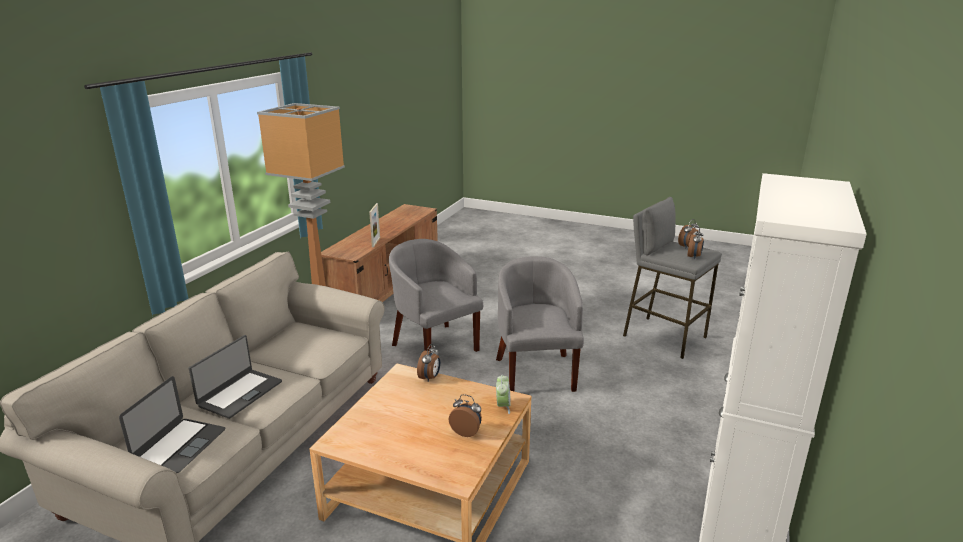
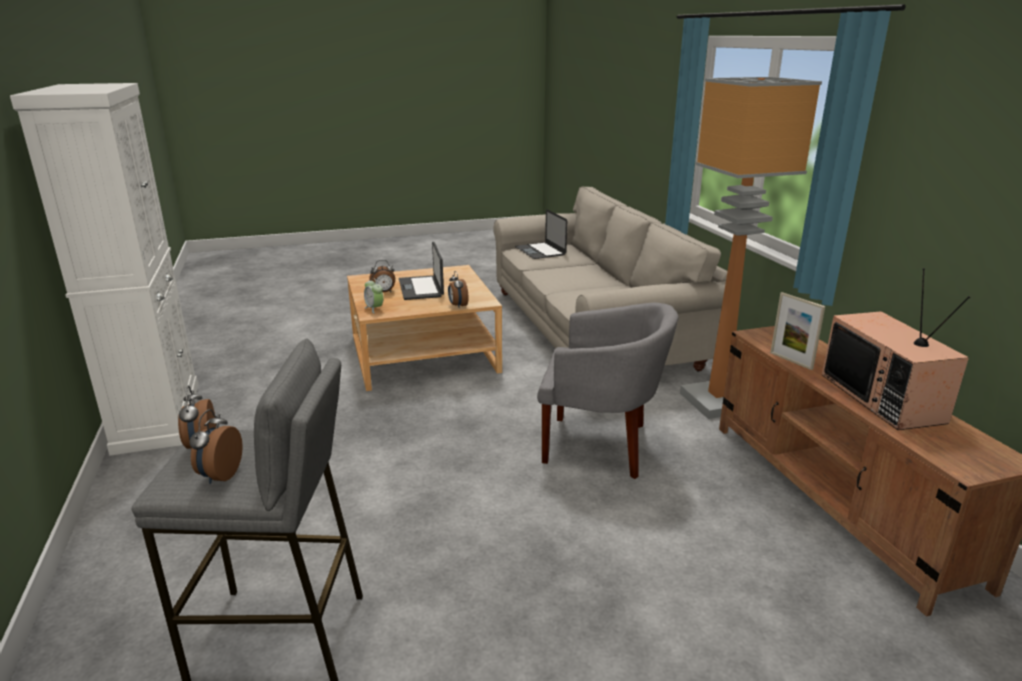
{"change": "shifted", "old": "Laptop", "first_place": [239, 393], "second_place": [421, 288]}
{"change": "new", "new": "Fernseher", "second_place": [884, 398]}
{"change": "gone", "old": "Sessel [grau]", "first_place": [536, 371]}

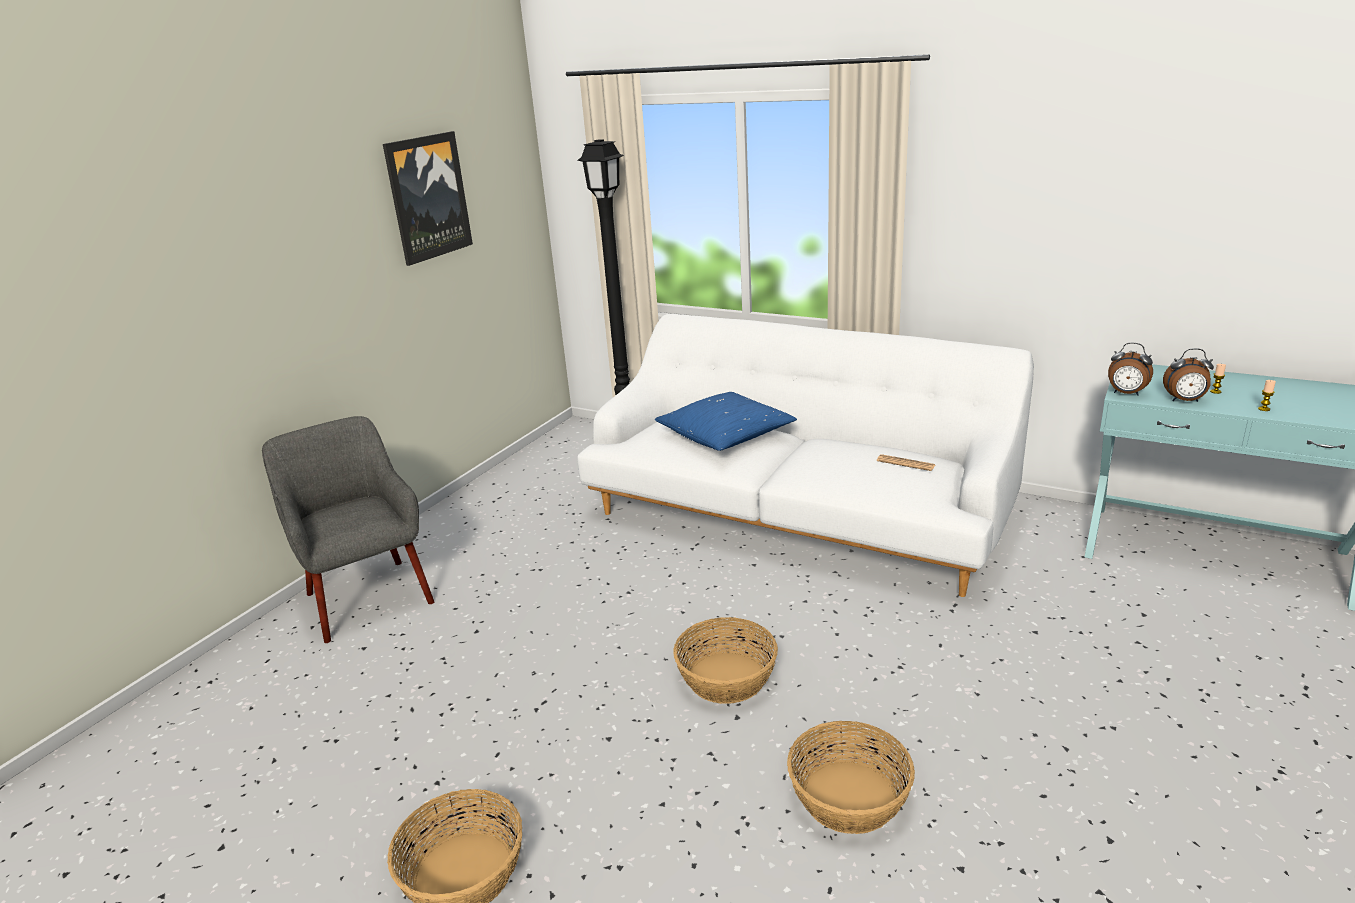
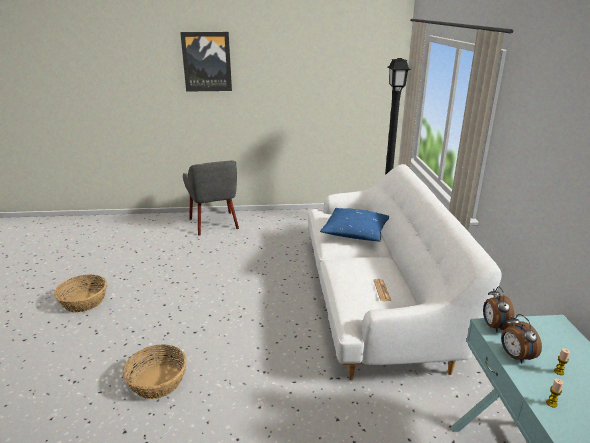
{"change": "shifted", "old": "Bild", "first_place": [428, 197], "second_place": [207, 62]}
{"change": "rotated", "old": "Sessel [grau]", "first_place": [367, 598], "second_place": [214, 224], "degrees": 135}
{"change": "gone", "old": "Korb", "first_place": [726, 677]}

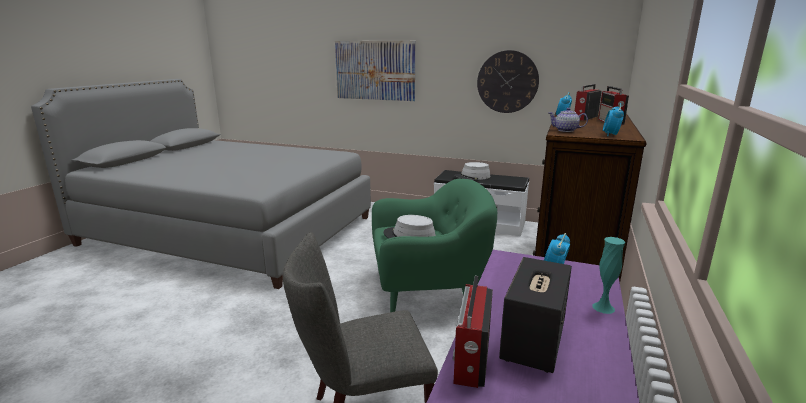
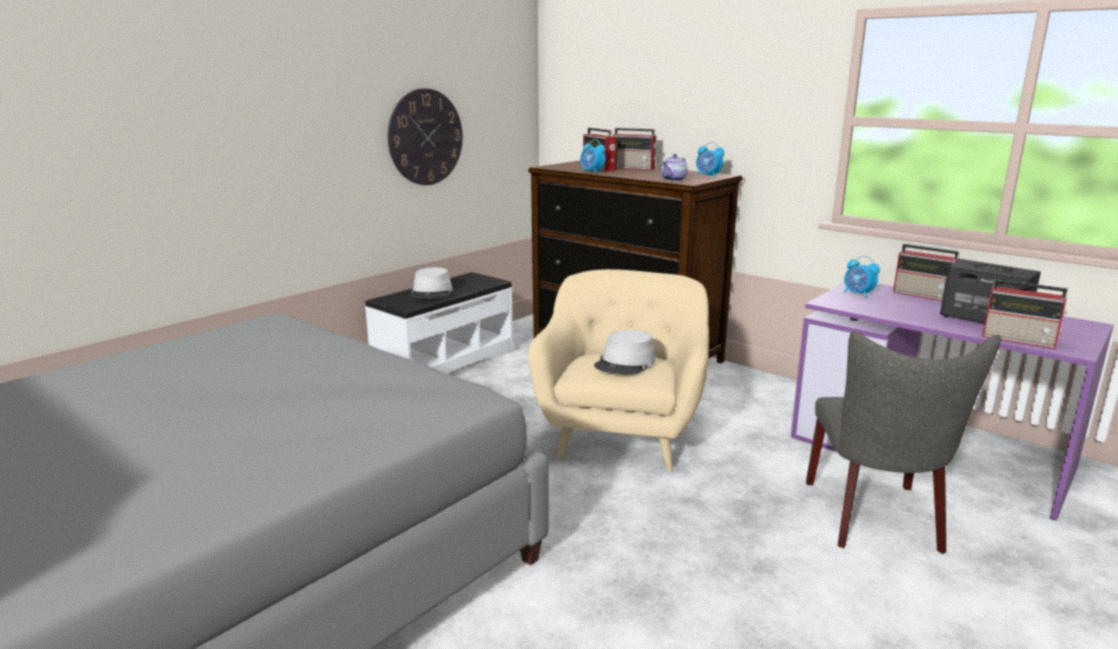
{"change": "repainted", "old": "Sessel [grün]", "new": "Sessel [beige]", "first_place": [428, 291], "second_place": [622, 435]}
{"change": "swapped", "old": "Vase [türkis]", "new": "Radio", "first_place": [603, 307], "second_place": [924, 295]}
{"change": "gone", "old": "Bild", "first_place": [375, 70]}

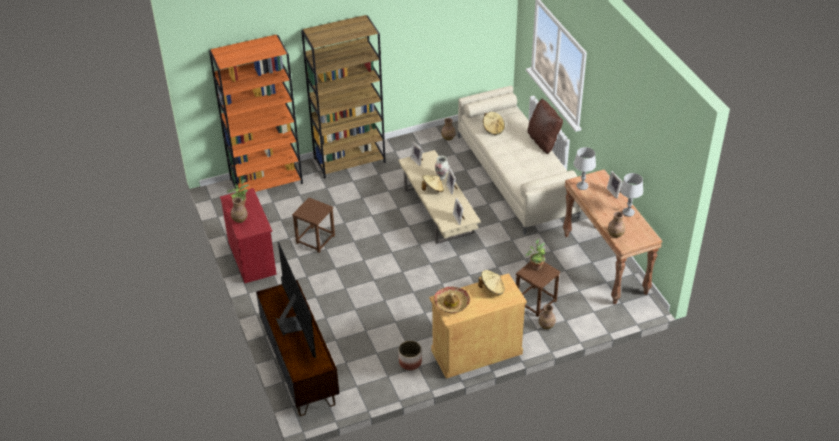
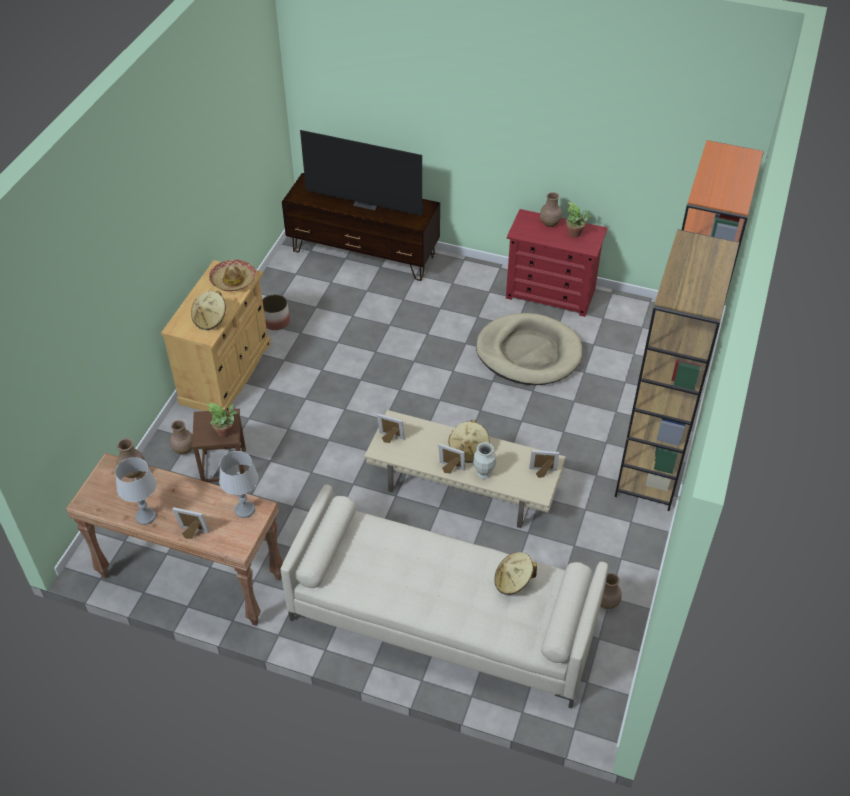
{"change": "swapped", "old": "Hocker [braun]", "new": "Hundebett [beige]", "first_place": [315, 239], "second_place": [528, 353]}
{"change": "gone", "old": "Kissen [braun]", "first_place": [543, 141]}

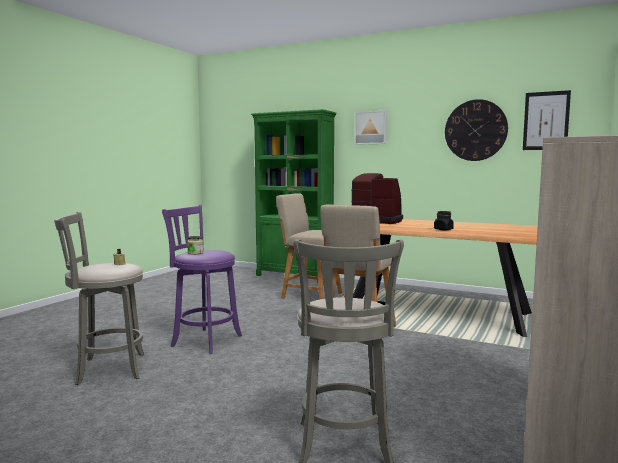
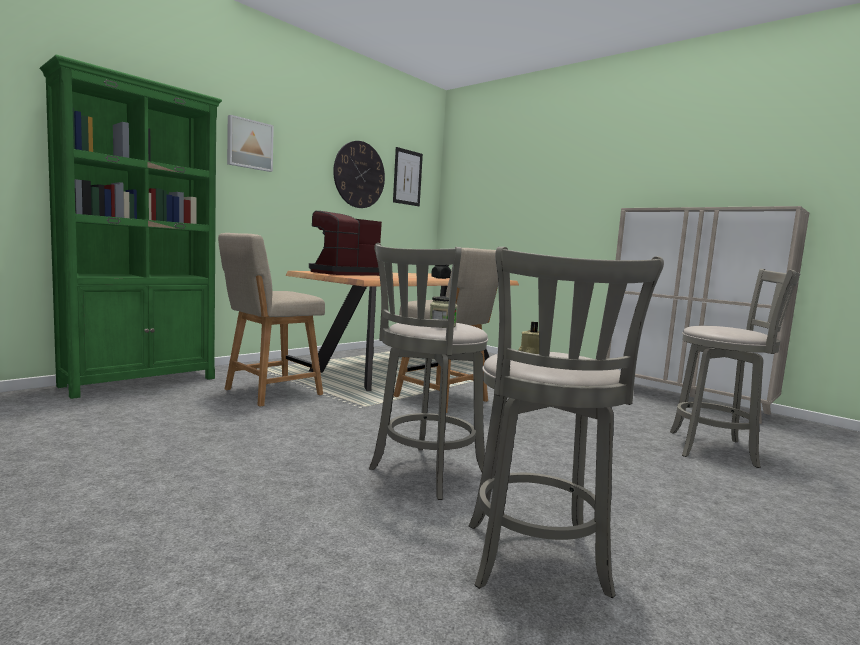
{"change": "repainted", "old": "Hocker [lila]", "new": "Hocker [grau]", "first_place": [204, 340], "second_place": [424, 473]}

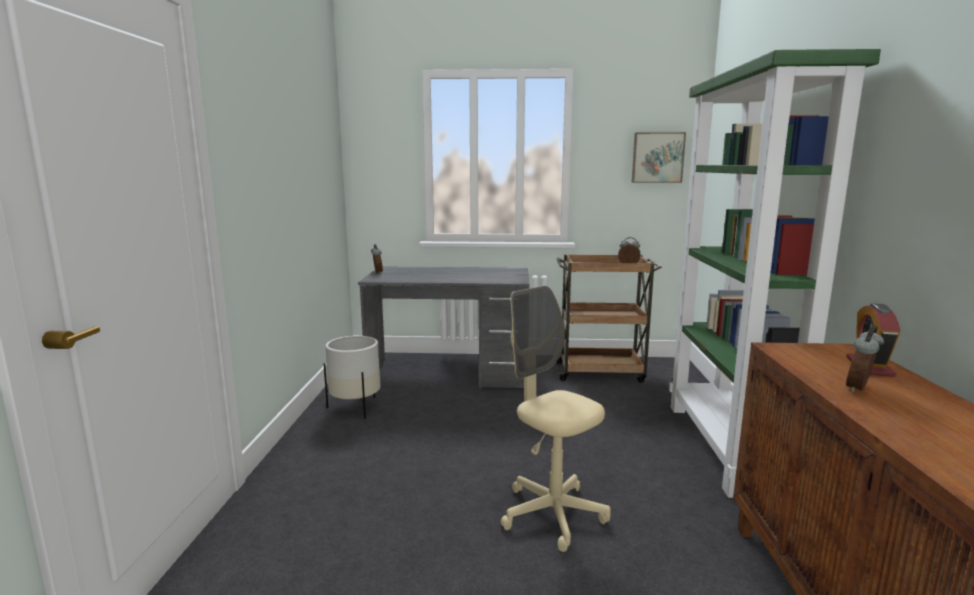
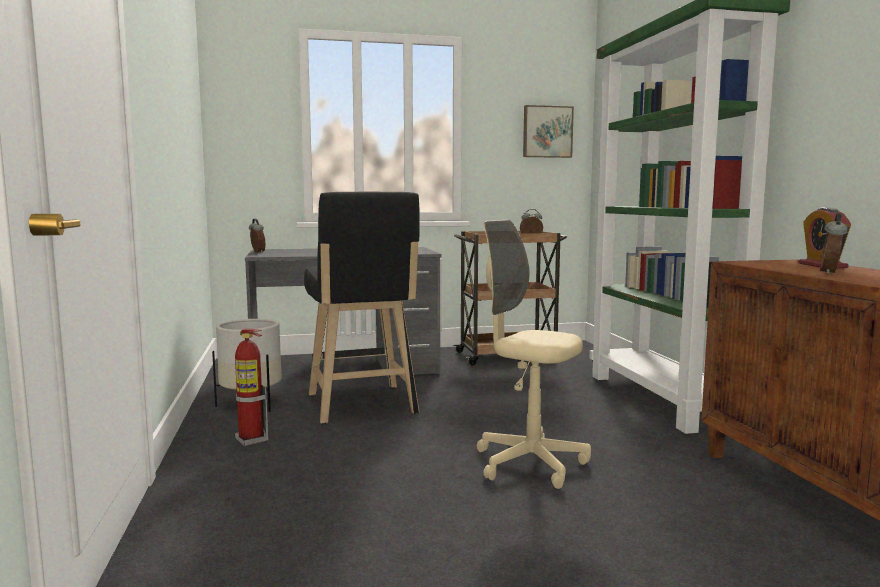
{"change": "new", "new": "Feuerlöscher", "second_place": [251, 440]}
{"change": "new", "new": "Hocker [schwarz]", "second_place": [362, 406]}

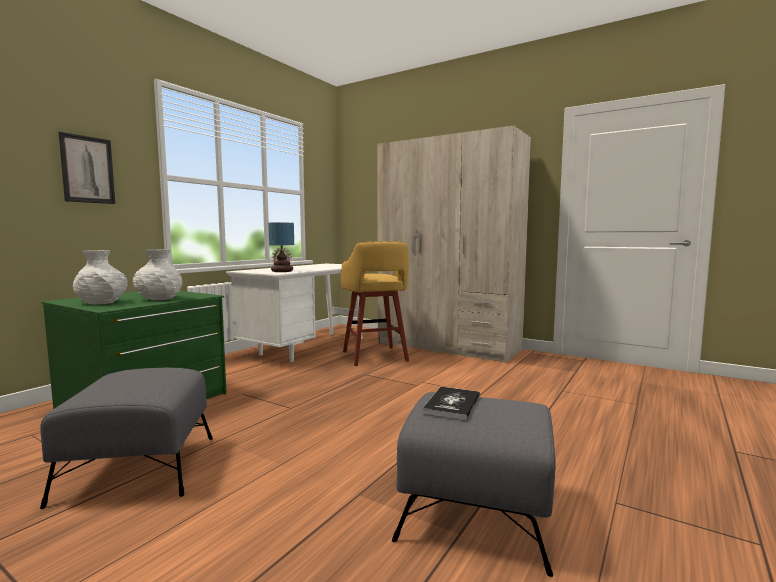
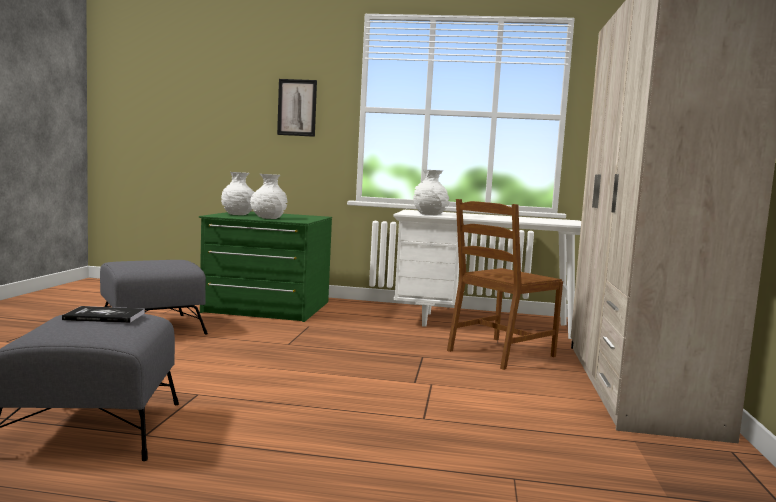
{"change": "swapped", "old": "Tischlampe", "new": "Vase [weiß]", "first_place": [283, 271], "second_place": [430, 214]}
{"change": "swapped", "old": "Hocker [gelb]", "new": "Stuhl [braun]", "first_place": [375, 357], "second_place": [500, 353]}

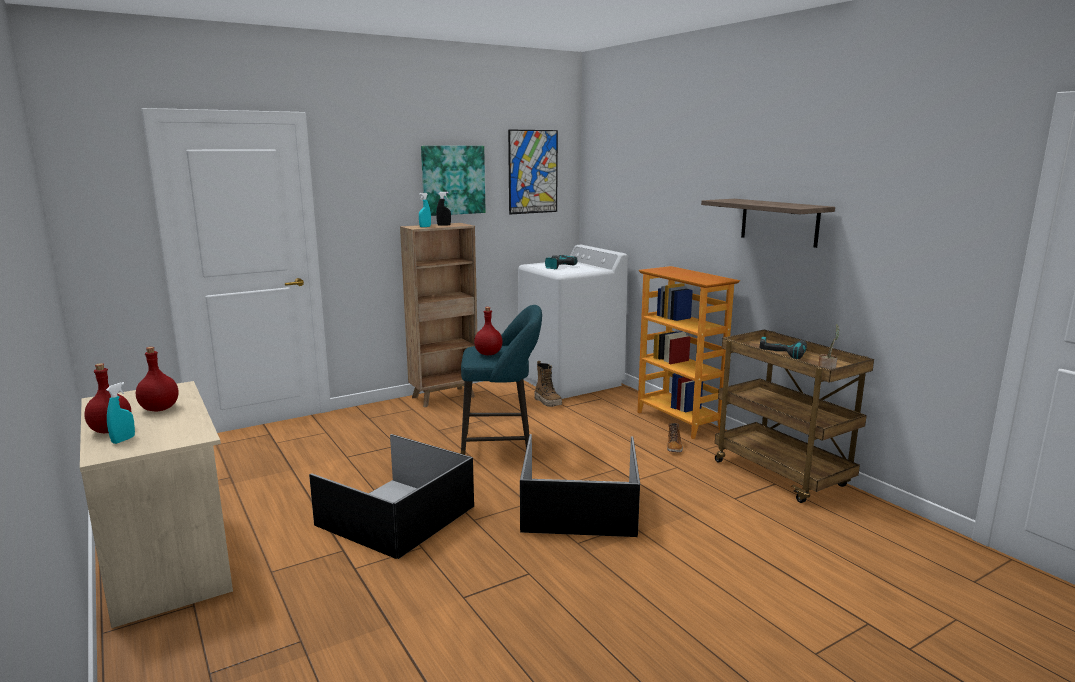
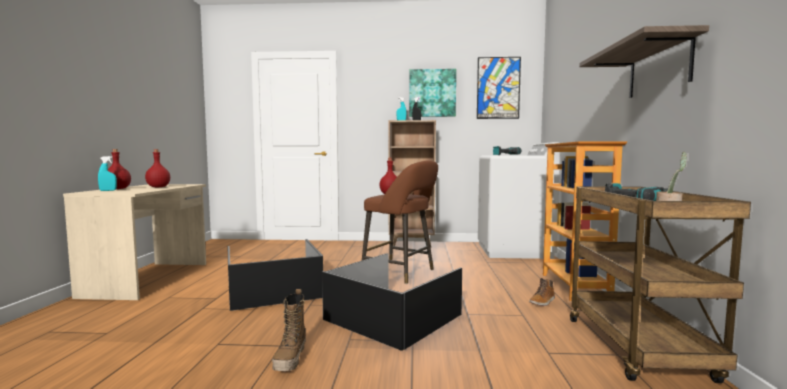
{"change": "shifted", "old": "Stiefel", "first_place": [548, 402], "second_place": [290, 359]}
{"change": "repainted", "old": "Hocker [türkis]", "new": "Hocker [braun]", "first_place": [502, 447], "second_place": [401, 273]}

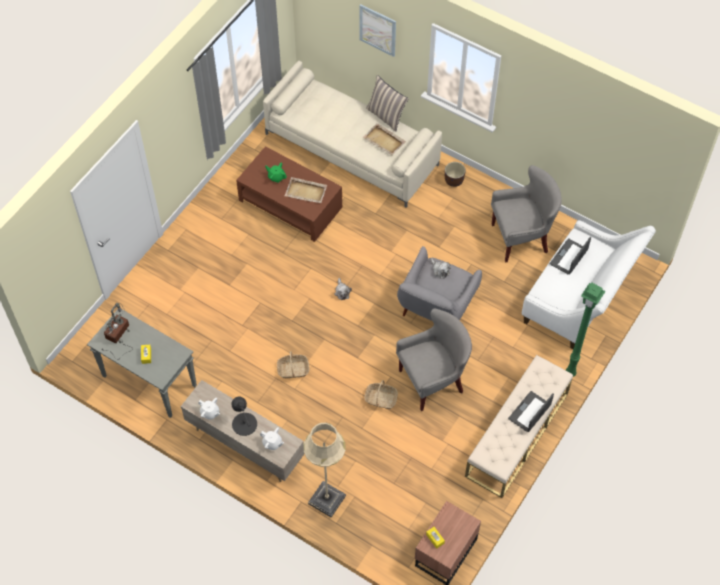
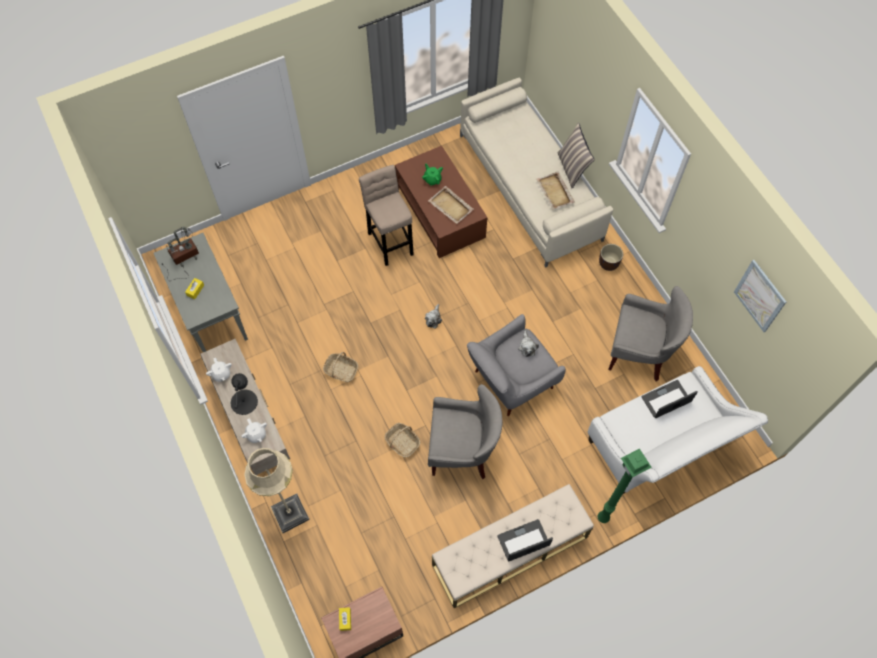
{"change": "new", "new": "Hocker [beige]", "second_place": [390, 241]}
{"change": "shifted", "old": "Bild", "first_place": [377, 30], "second_place": [760, 296]}

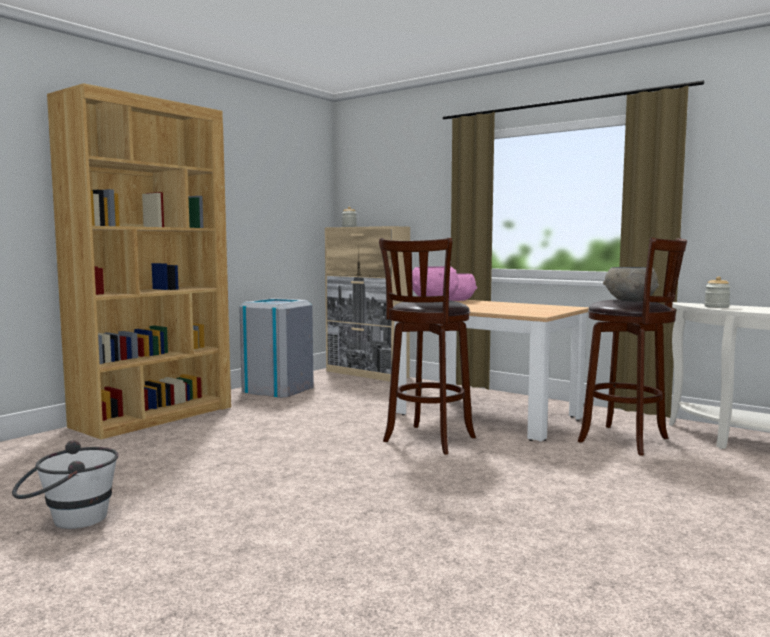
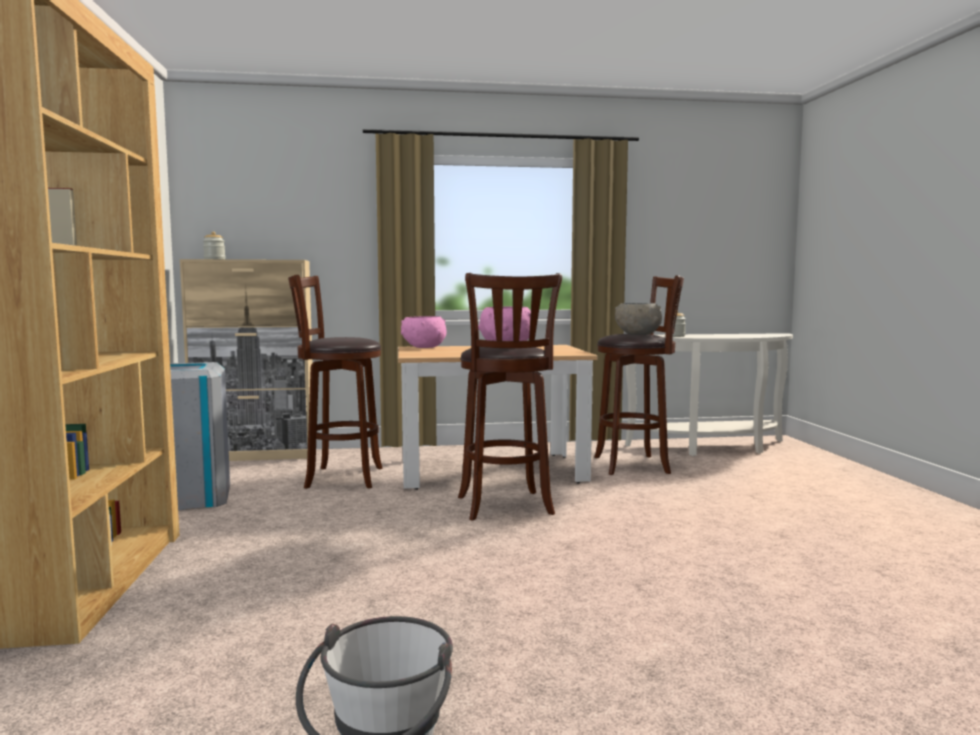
{"change": "new", "new": "Hocker [braun]", "second_place": [339, 477]}

